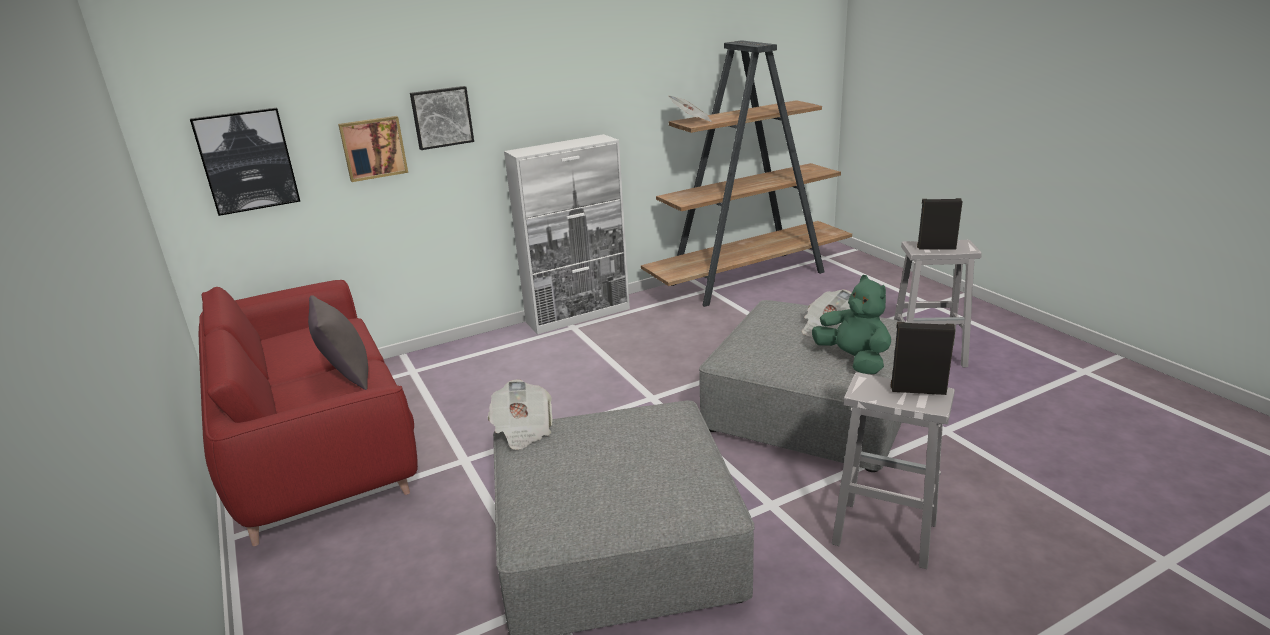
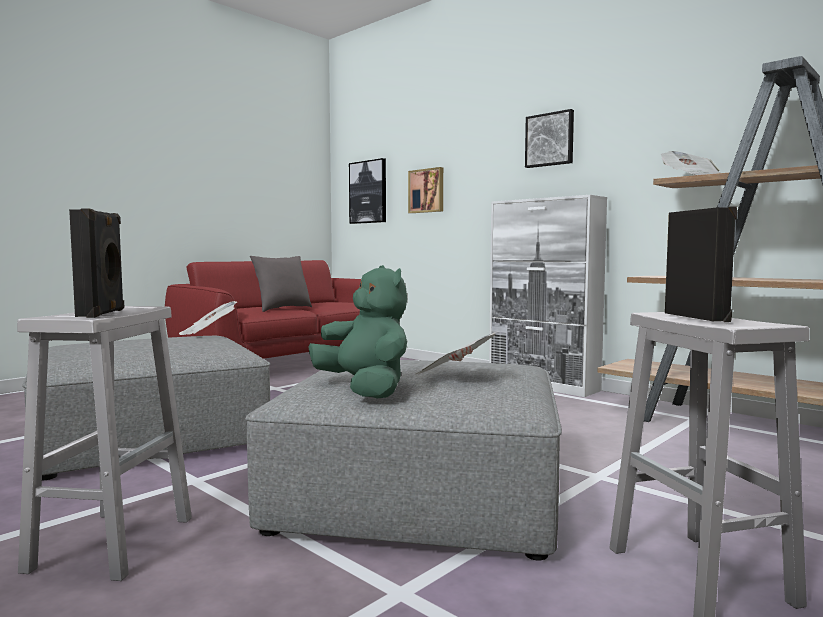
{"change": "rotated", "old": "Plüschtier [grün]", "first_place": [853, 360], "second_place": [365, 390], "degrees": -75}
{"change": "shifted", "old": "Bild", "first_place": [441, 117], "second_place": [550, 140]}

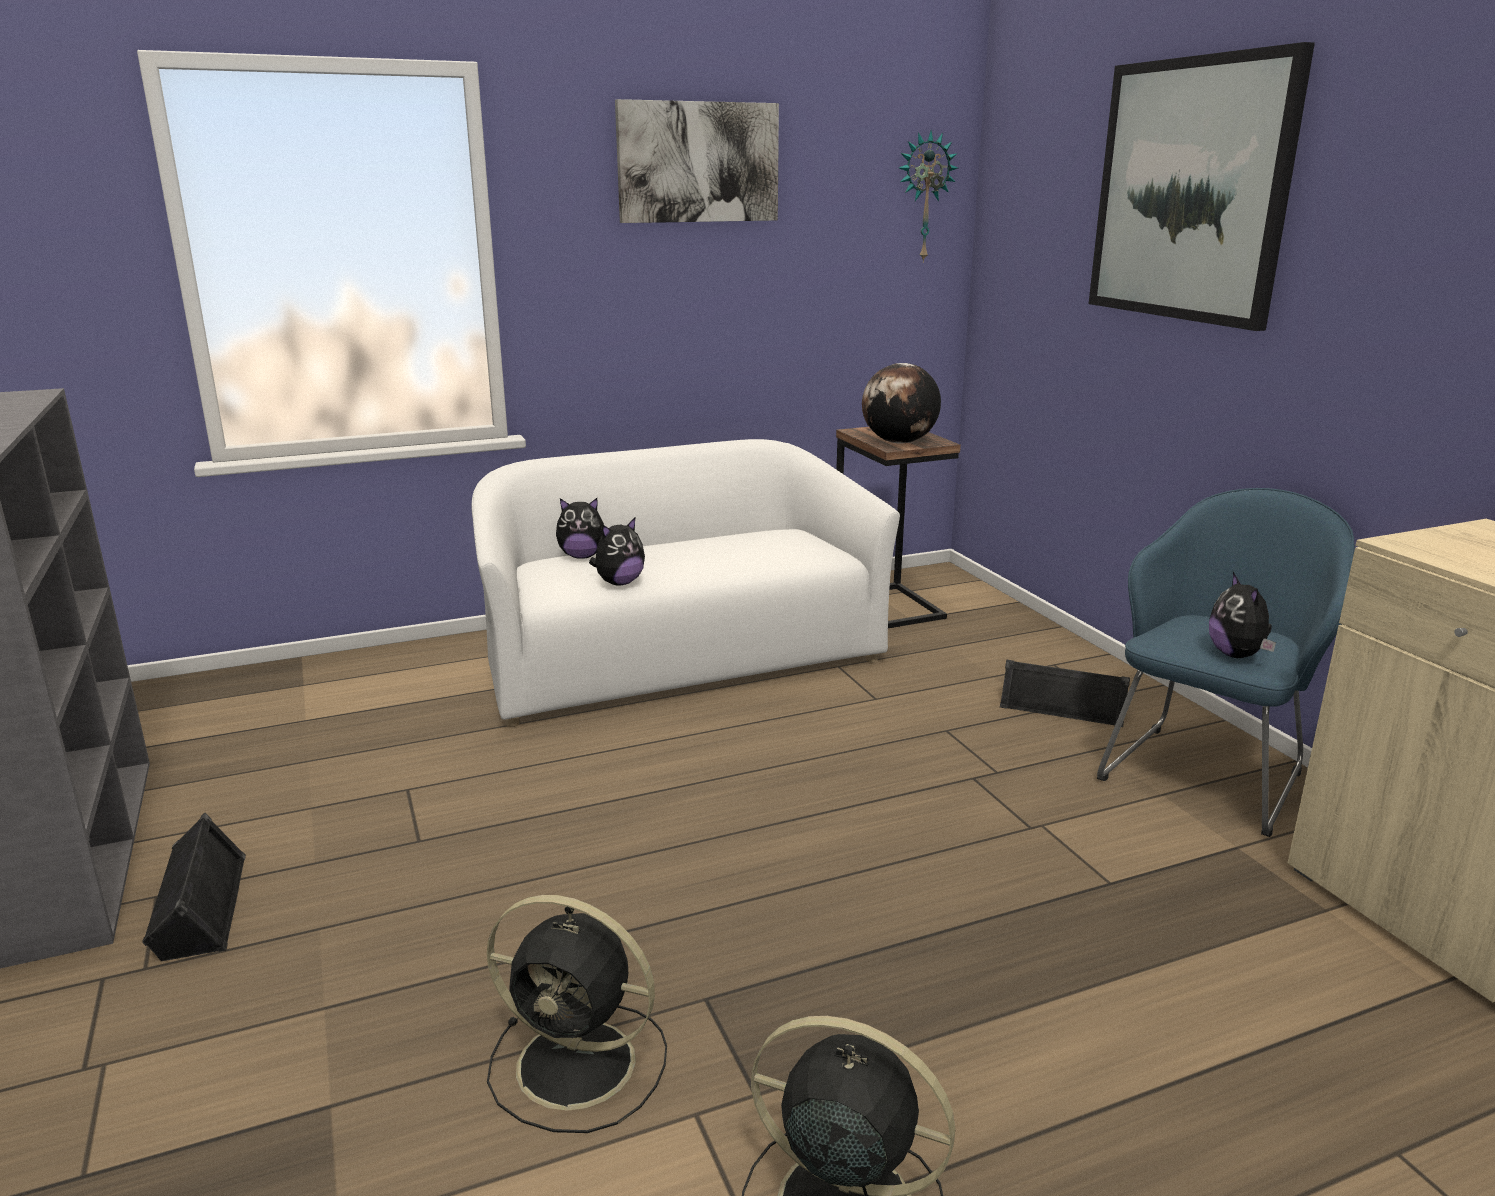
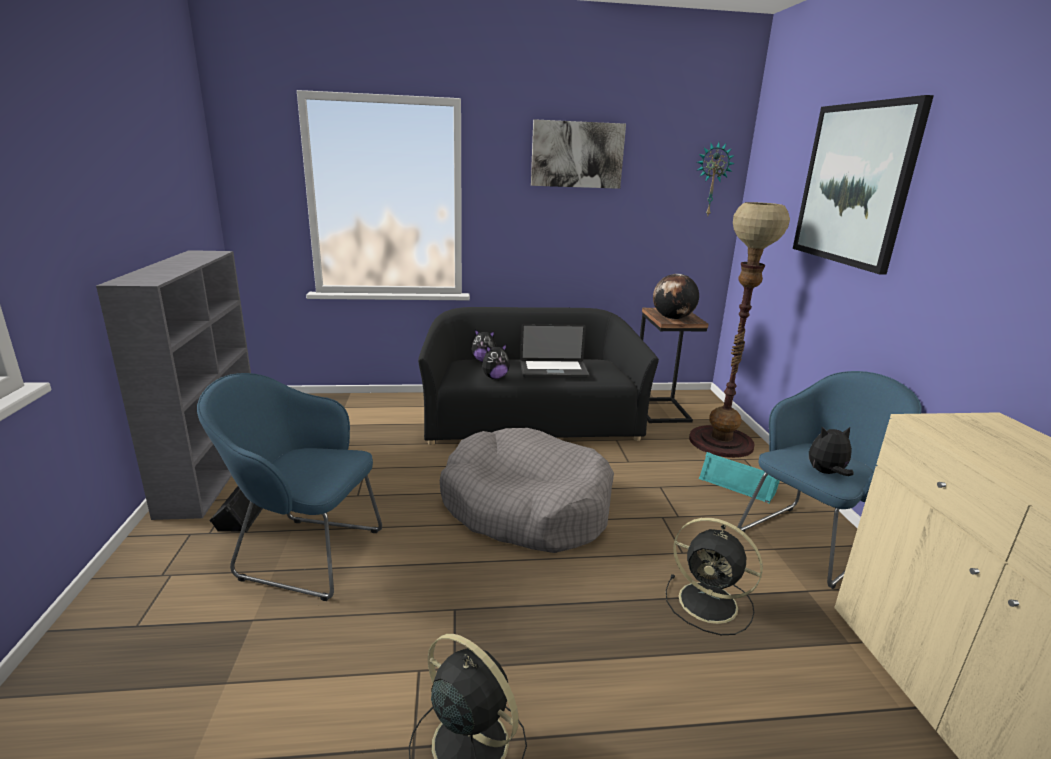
{"change": "new", "new": "Sessel [blau]", "second_place": [304, 553]}
{"change": "repainted", "old": "Sofa [weiß]", "new": "Sofa [schwarz]", "first_place": [677, 658], "second_place": [531, 421]}
{"change": "new", "new": "Hundebett [grau]", "second_place": [526, 506]}
{"change": "new", "new": "Laptop", "second_place": [553, 371]}
{"change": "shifted", "old": "Ventilator [schwarz]", "first_place": [581, 1065], "second_place": [710, 603]}
{"change": "new", "new": "Stehlampe", "second_place": [720, 442]}
{"change": "repainted", "old": "Lautsprecher [schwarz]", "new": "Lautsprecher [türkis]", "first_place": [1063, 705], "second_place": [737, 484]}
{"change": "rotated", "old": "Plüschtier", "first_place": [1237, 655], "second_place": [826, 473], "degrees": 75}

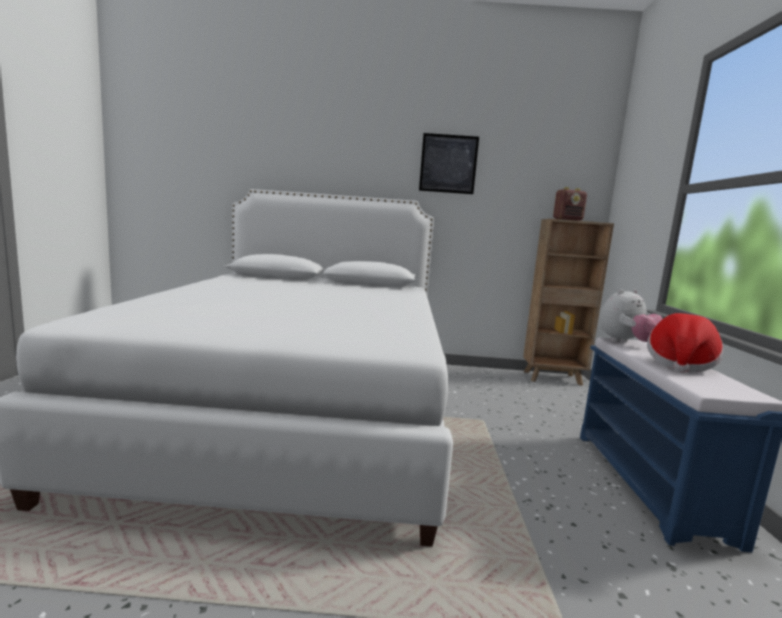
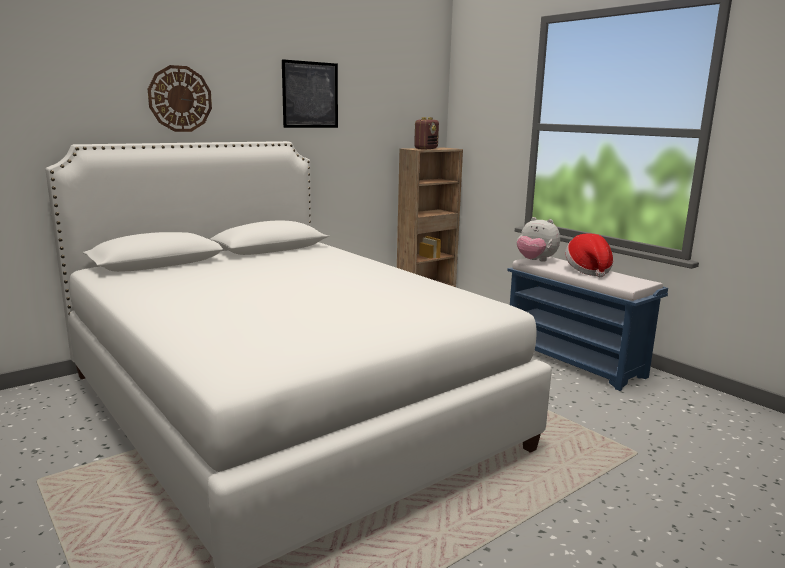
{"change": "new", "new": "Wanduhr", "second_place": [180, 99]}
{"change": "rotated", "old": "Plüschtier", "first_place": [625, 343], "second_place": [535, 261], "degrees": 105}

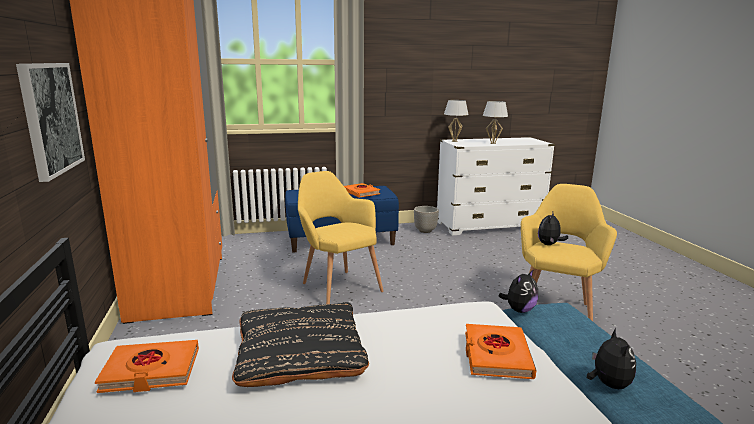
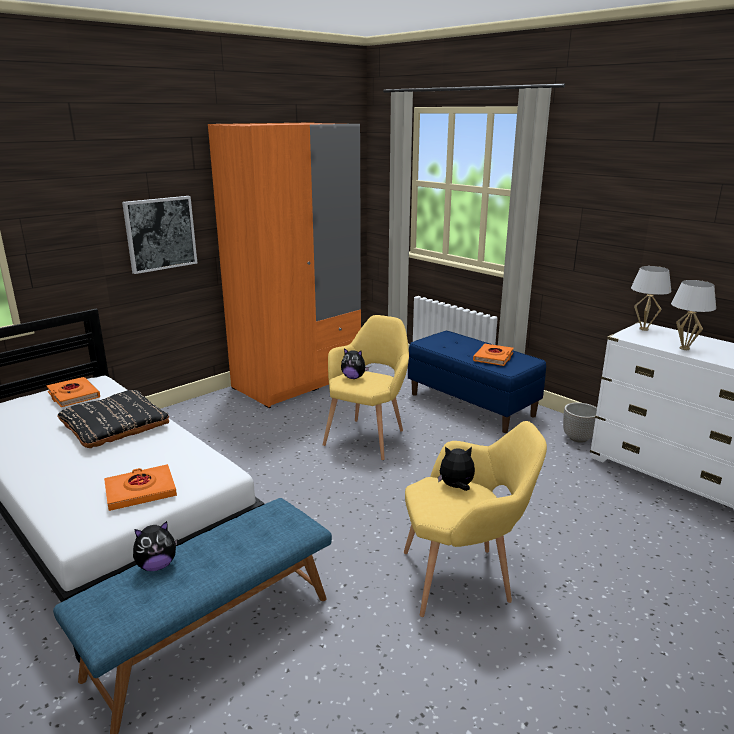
{"change": "shifted", "old": "Plüschtier", "first_place": [519, 310], "second_place": [353, 377]}

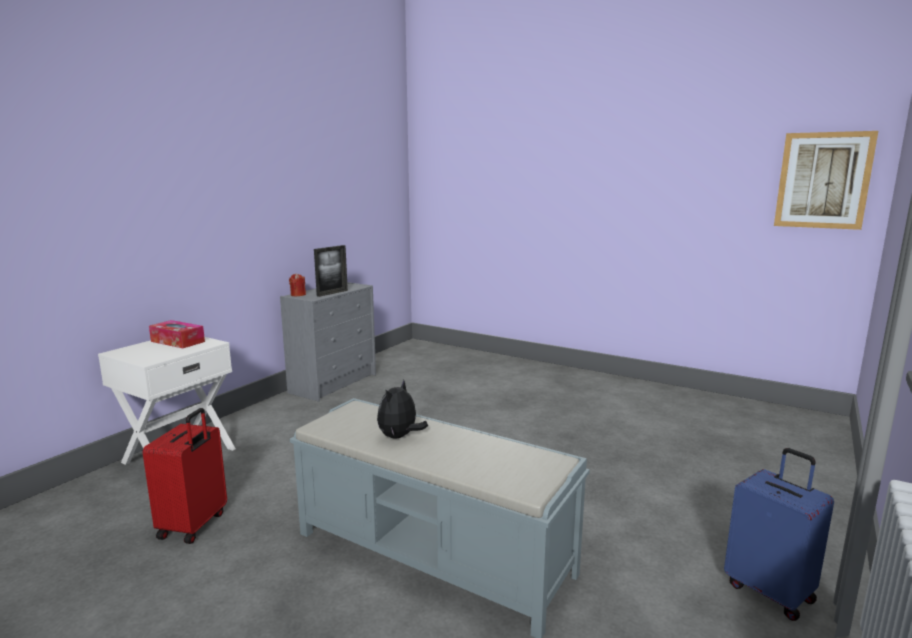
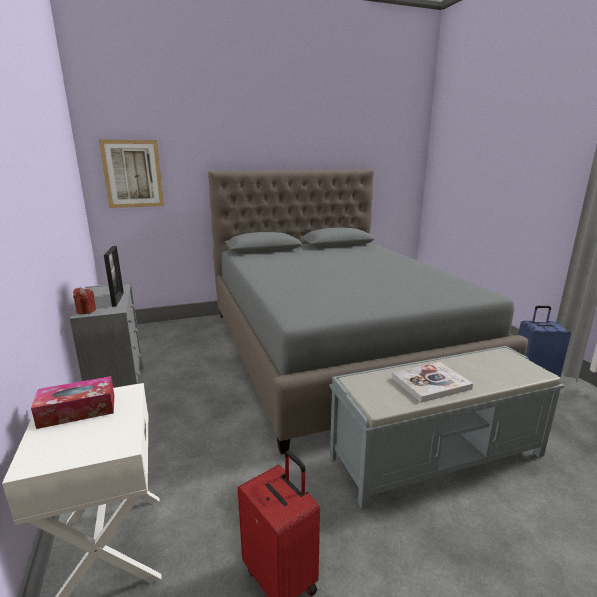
{"change": "shifted", "old": "Bild", "first_place": [823, 180], "second_place": [133, 174]}
{"change": "new", "new": "Bett [grau]", "second_place": [336, 349]}
{"change": "swapped", "old": "Plüschtier", "new": "Buch", "first_place": [399, 437], "second_place": [431, 383]}

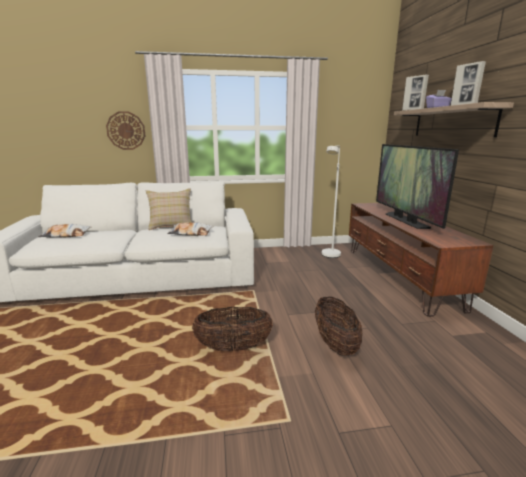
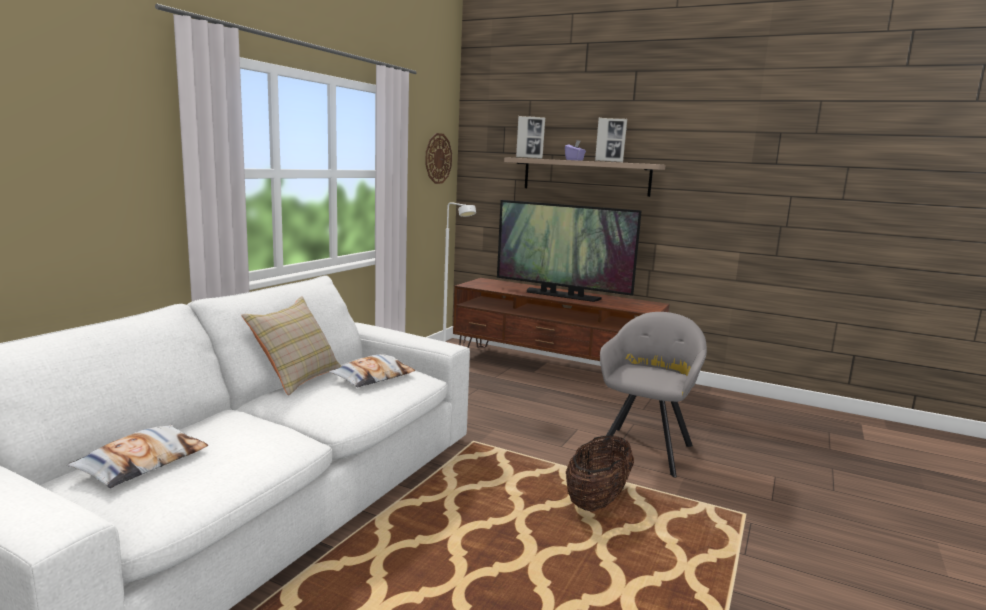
{"change": "shifted", "old": "Wanduhr", "first_place": [126, 130], "second_place": [438, 158]}
{"change": "swapped", "old": "Korb", "new": "Sessel [grau]", "first_place": [335, 344], "second_place": [646, 448]}

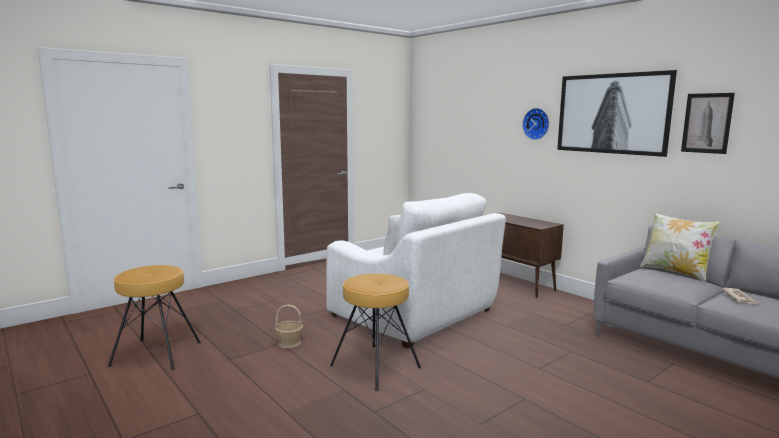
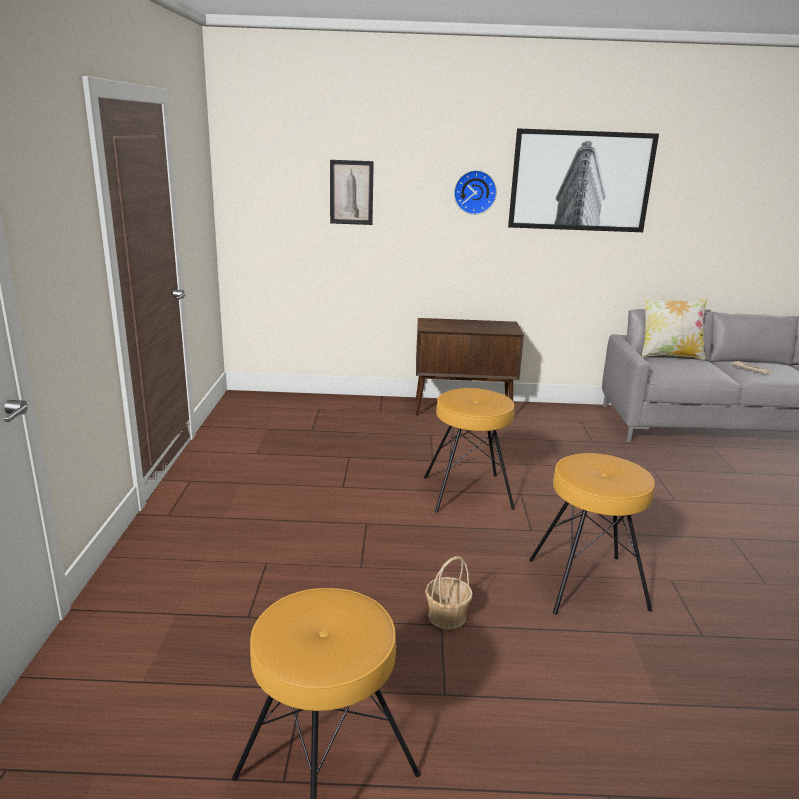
{"change": "shifted", "old": "Bild", "first_place": [707, 123], "second_place": [351, 192]}
{"change": "swapped", "old": "Sessel [weiß]", "new": "Hocker [braun]", "first_place": [415, 314], "second_place": [467, 493]}

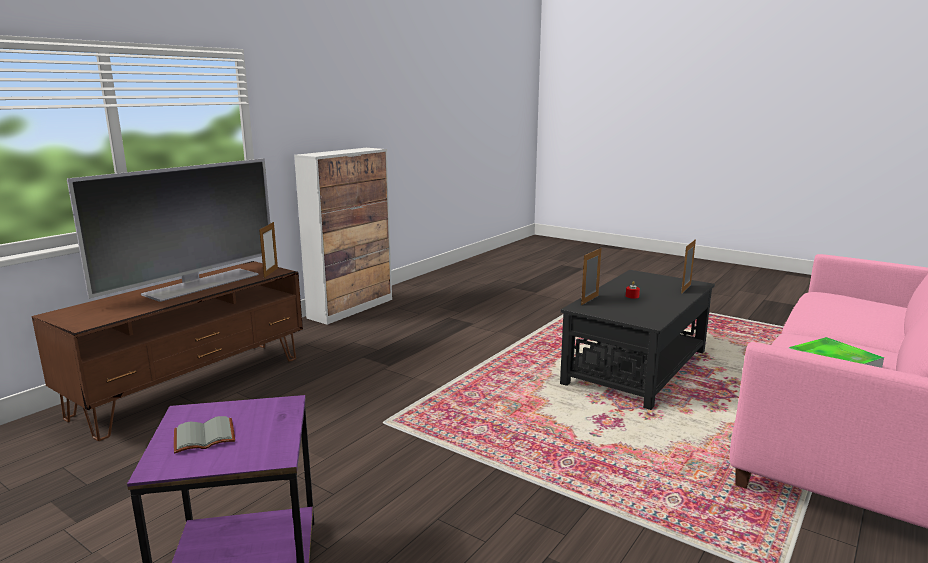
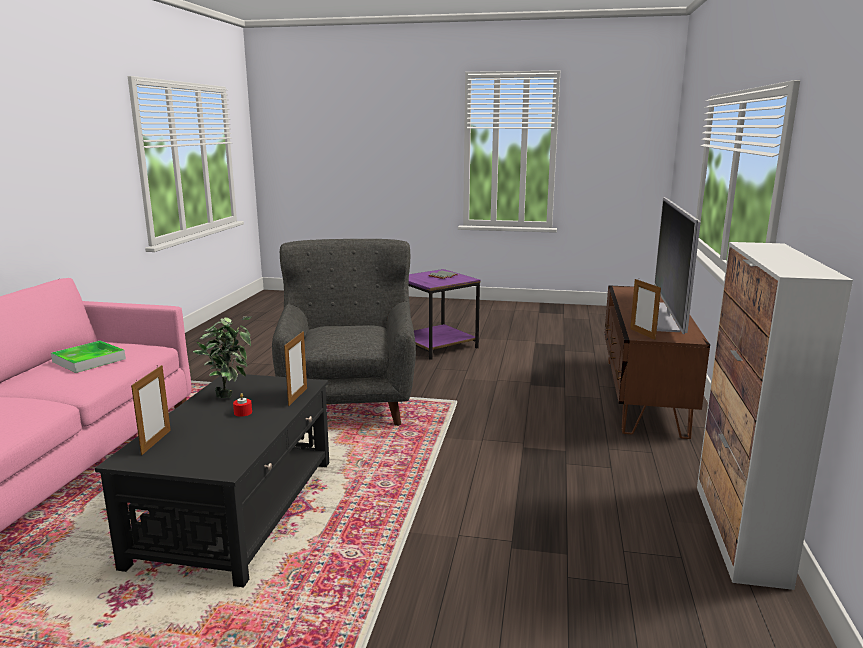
{"change": "new", "new": "Topfpflanze", "second_place": [229, 394]}
{"change": "new", "new": "Sessel [grau]", "second_place": [348, 401]}

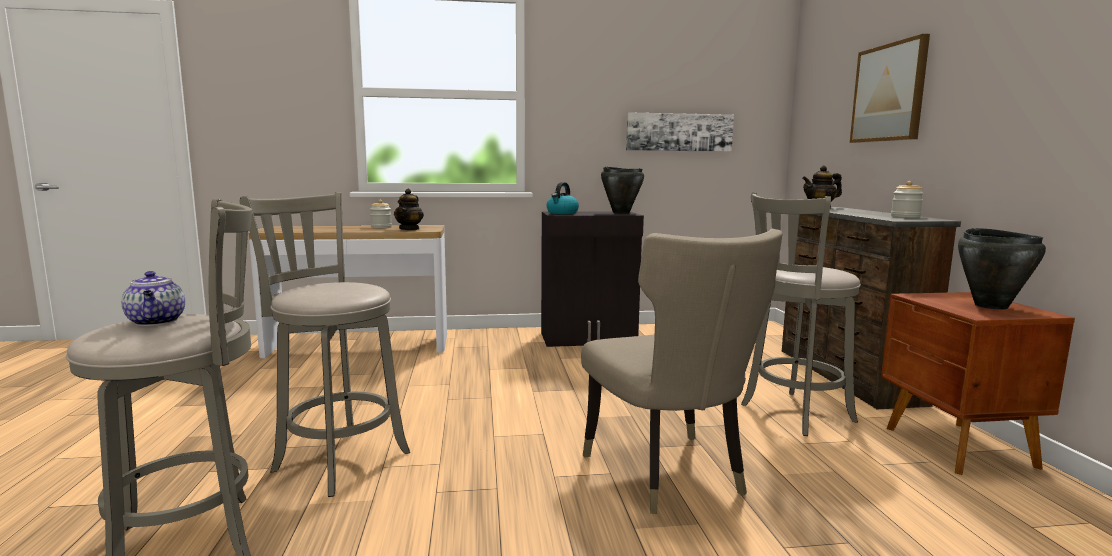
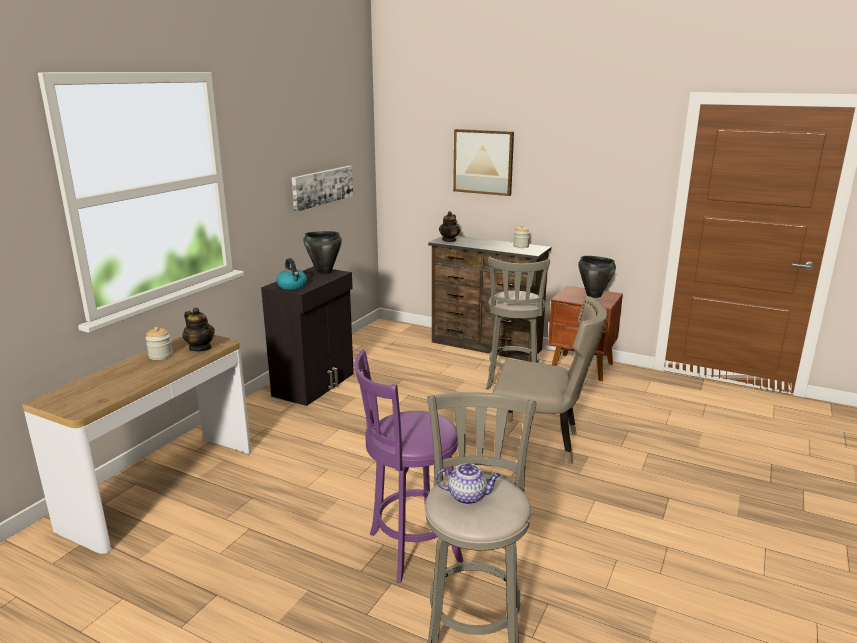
{"change": "repainted", "old": "Hocker [grau]", "new": "Hocker [lila]", "first_place": [337, 459], "second_place": [409, 549]}

